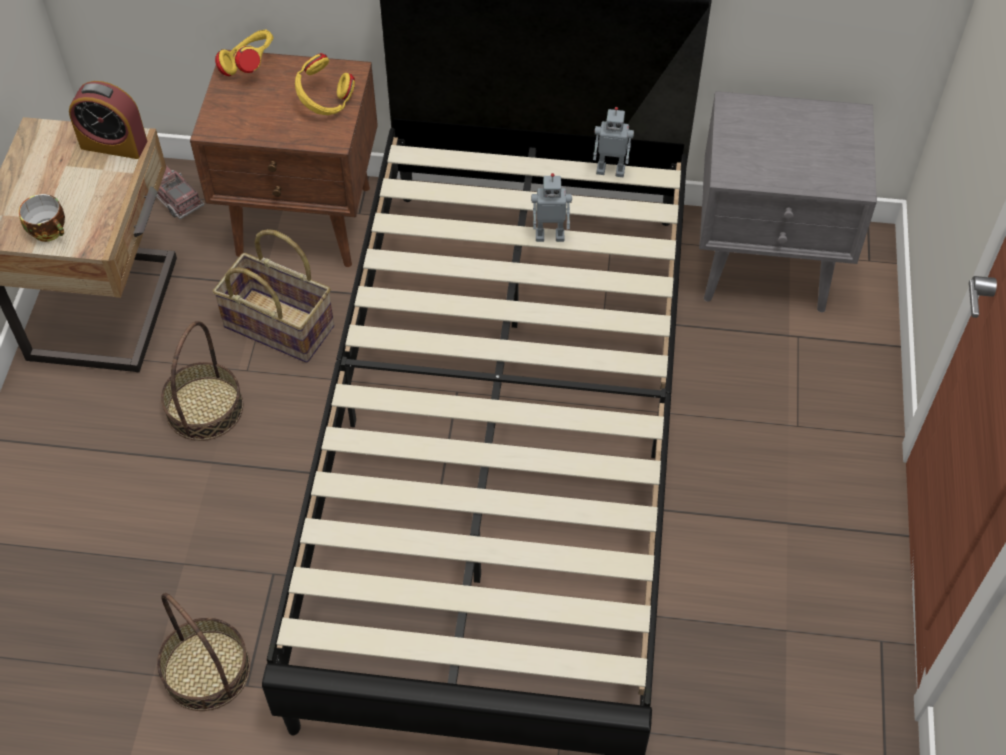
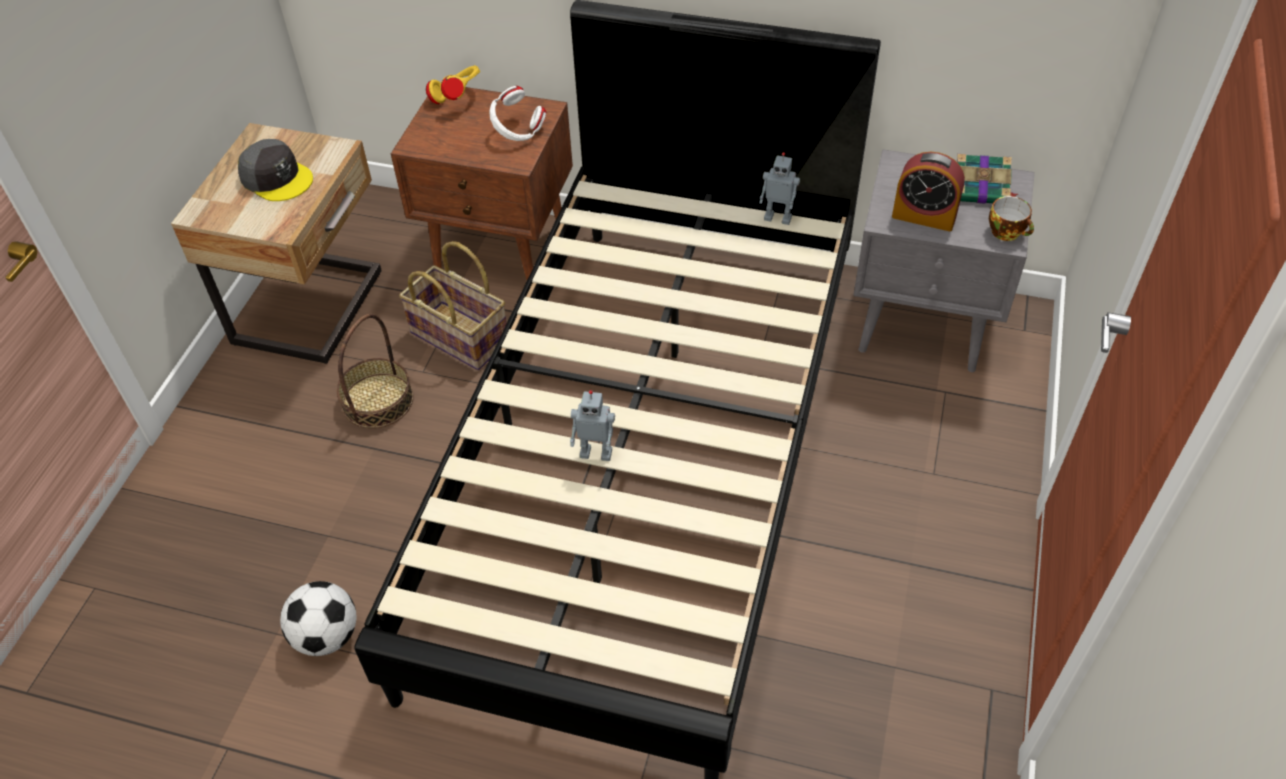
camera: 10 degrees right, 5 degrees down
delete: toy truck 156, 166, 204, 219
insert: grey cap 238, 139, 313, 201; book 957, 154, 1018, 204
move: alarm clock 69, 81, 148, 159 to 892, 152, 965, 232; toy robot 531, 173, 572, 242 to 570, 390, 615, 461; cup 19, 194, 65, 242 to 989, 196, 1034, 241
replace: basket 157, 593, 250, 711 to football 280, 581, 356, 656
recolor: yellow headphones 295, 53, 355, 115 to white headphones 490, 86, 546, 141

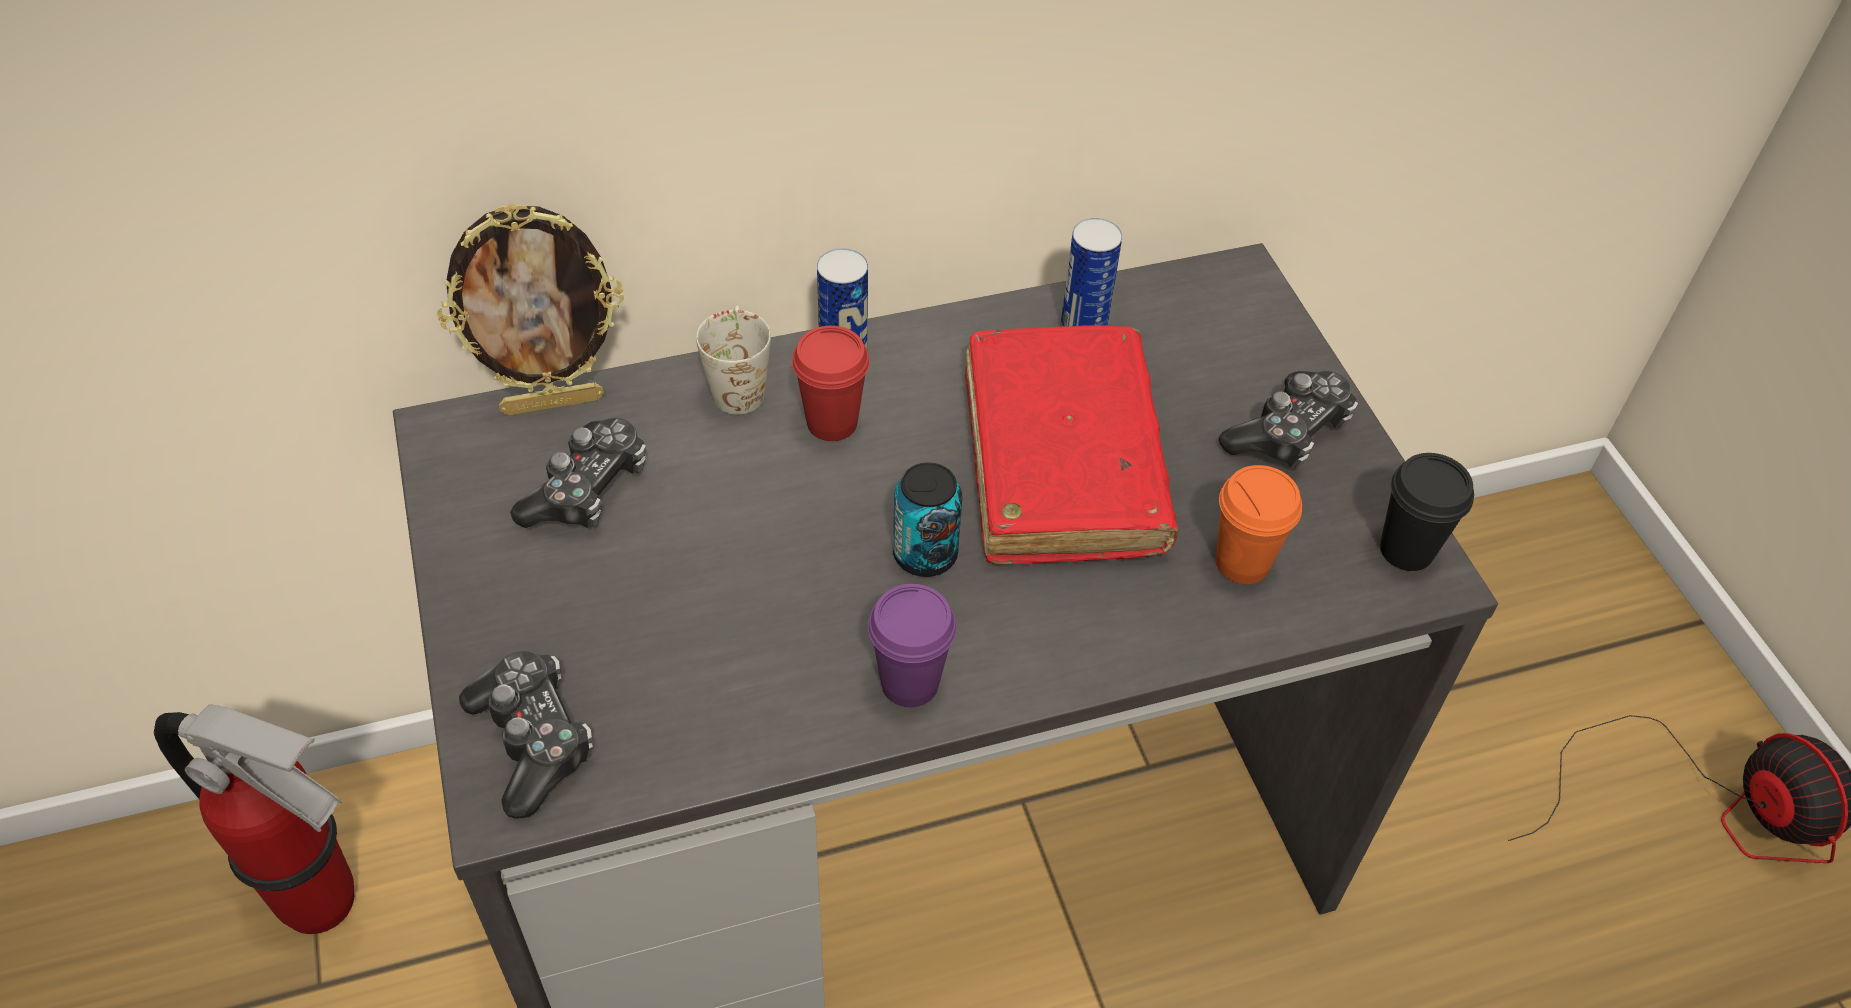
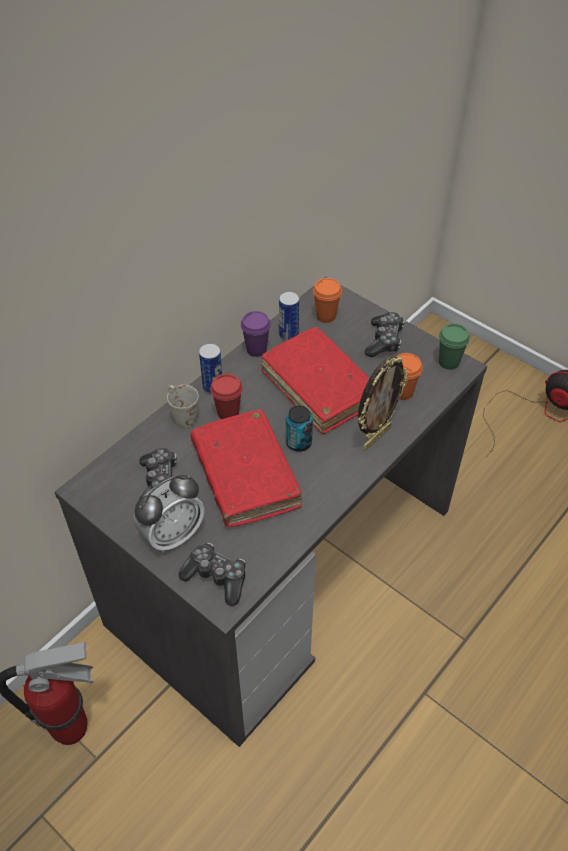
camera: 30 degrees left, 0 degrees up
insert: orange cup 313, 278, 342, 323; red book 190, 409, 302, 527; alarm clock 133, 475, 204, 553
move: picture frame 437, 203, 624, 416 to 358, 356, 408, 450; purple cup 868, 584, 957, 707 to 241, 311, 271, 357
recolor: black cup 1380, 453, 1474, 571 to green cup 439, 323, 470, 370

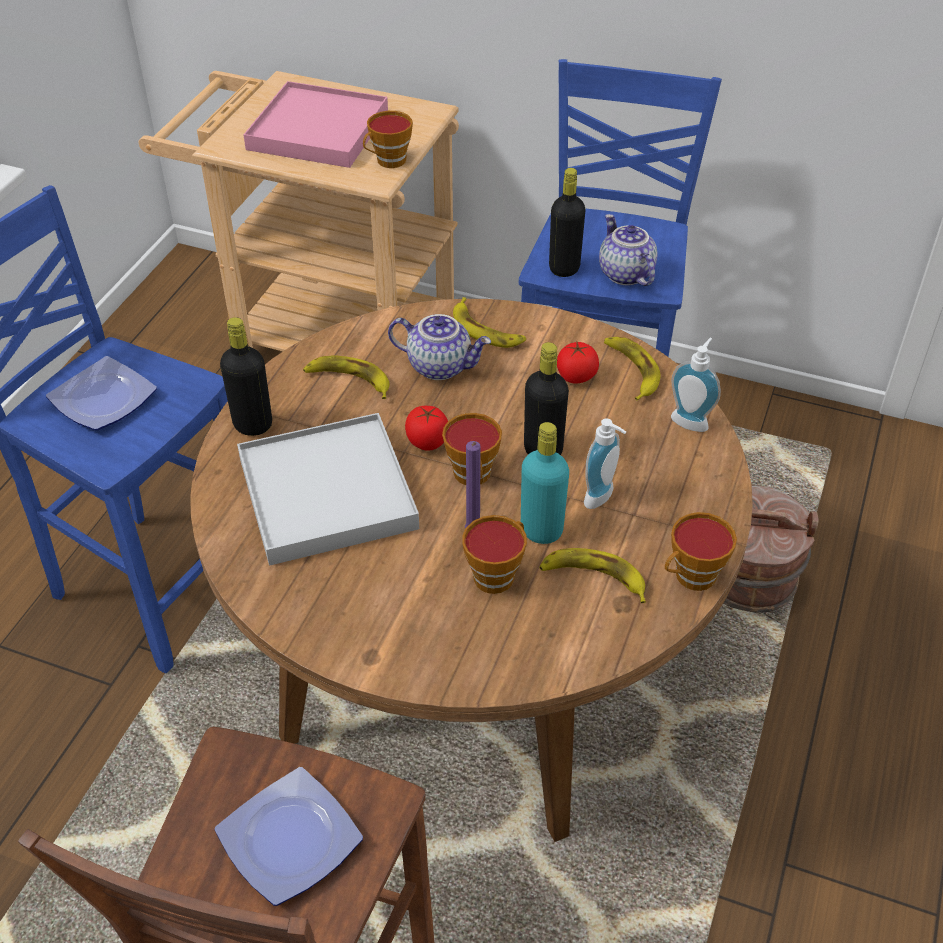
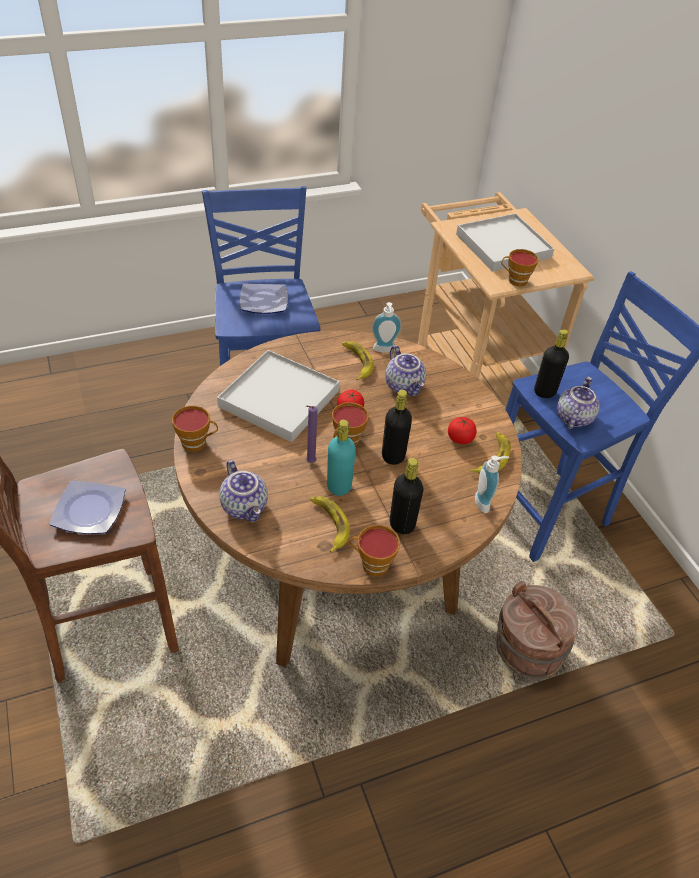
camera: 45 degrees right, 0 degrees up
delete: banana 453, 297, 526, 348
insert: teapot 219, 460, 268, 522
move: black bottle 220, 317, 272, 436 to 390, 458, 423, 534; soap dispenser 584, 418, 626, 509 to 372, 302, 402, 353; cup 462, 515, 527, 594 to 172, 406, 218, 452
recolor: pink tray 244, 81, 388, 168 to white tray 456, 213, 554, 272

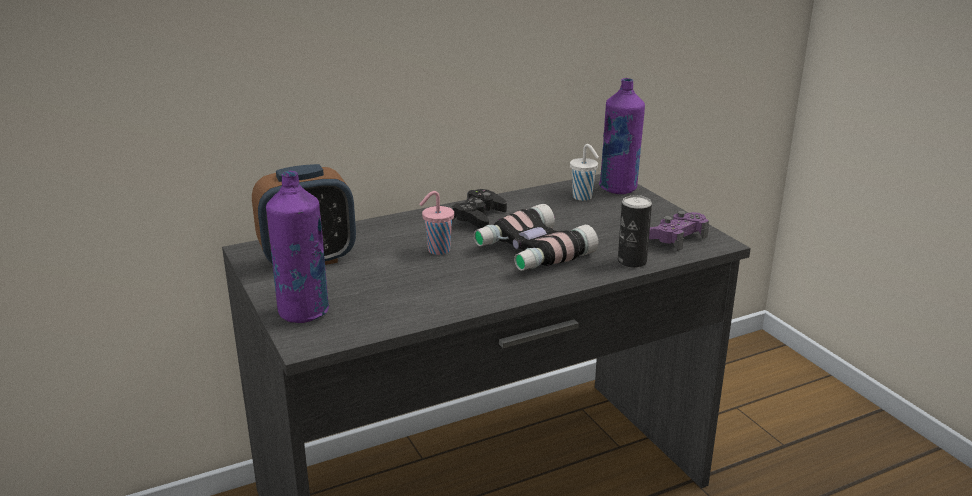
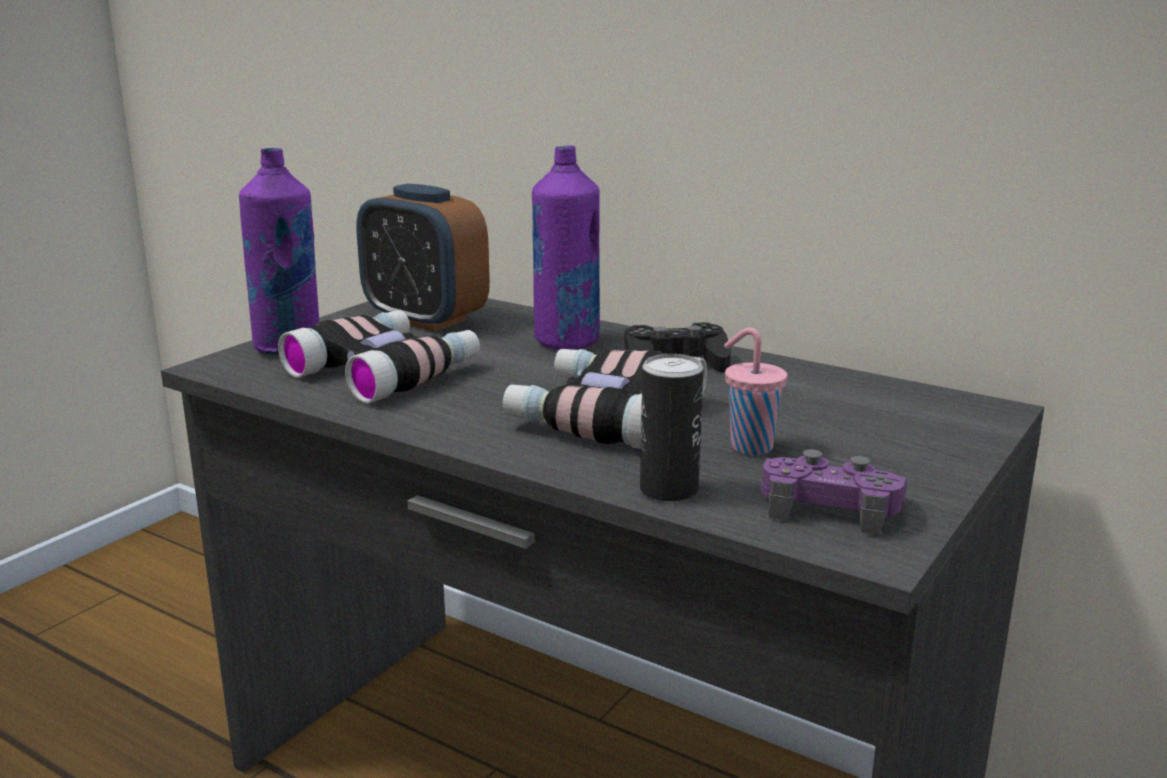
camera: 60 degrees right, 5 degrees down
delete: white cup 570, 144, 599, 201
insert: binoculars 278, 310, 480, 404
move: purple bottle 599, 78, 645, 194 to 532, 145, 600, 350; pink cup 419, 191, 454, 255 to 724, 328, 787, 455

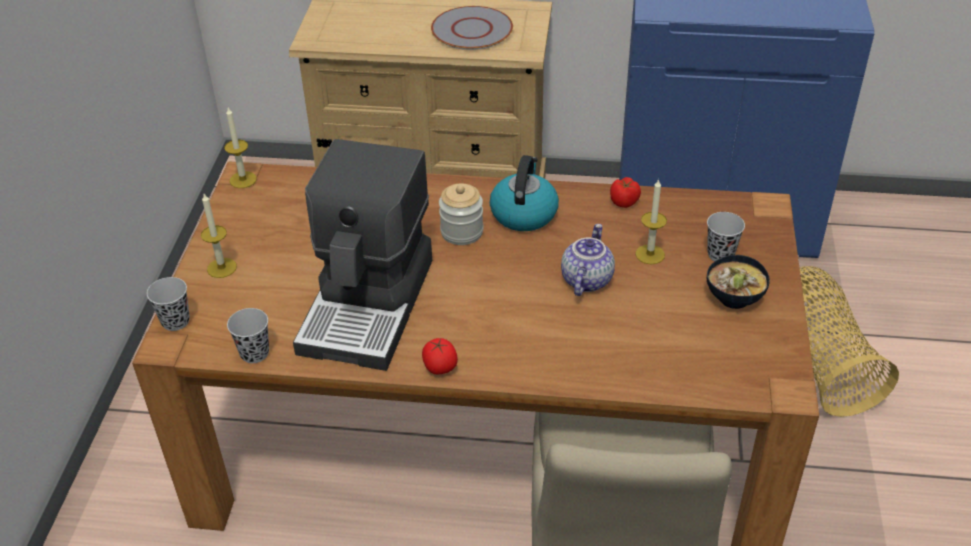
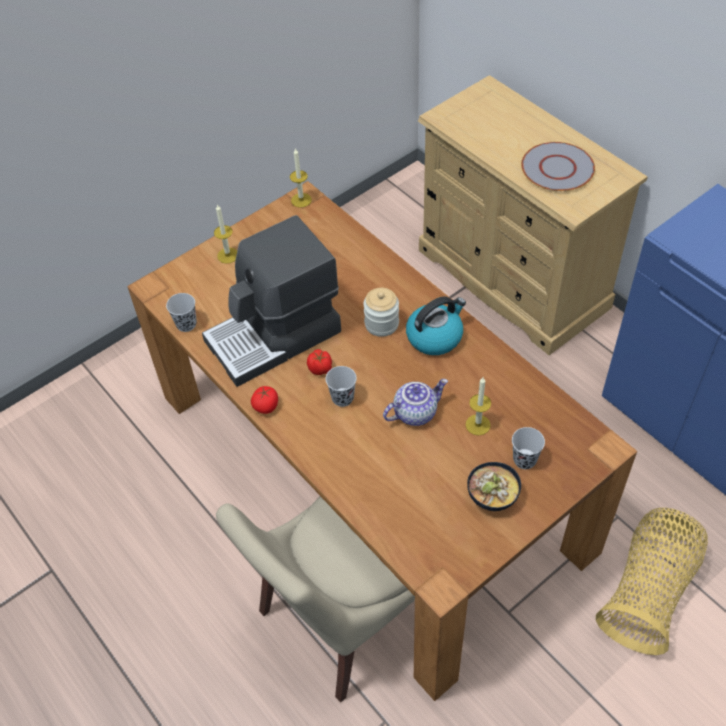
camera: 45 degrees right, 10 degrees up
move: tomato 610, 177, 641, 208 to 307, 349, 332, 375; black cup 147, 277, 190, 331 to 326, 366, 357, 407

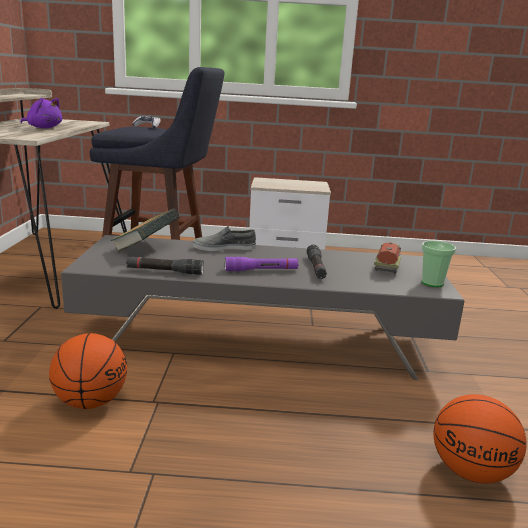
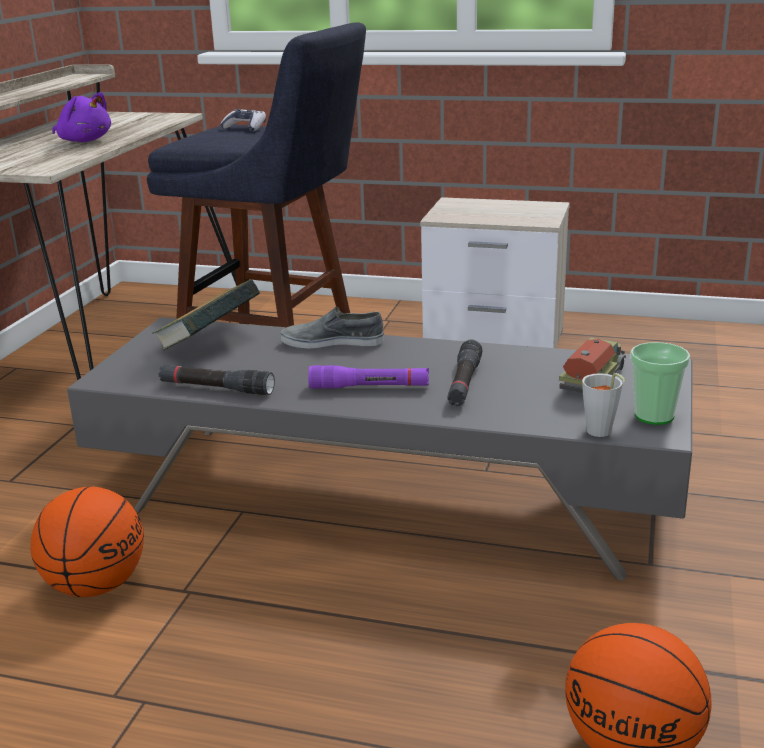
camera: 15 degrees right, 5 degrees up
insert: grey cup 582, 373, 626, 437

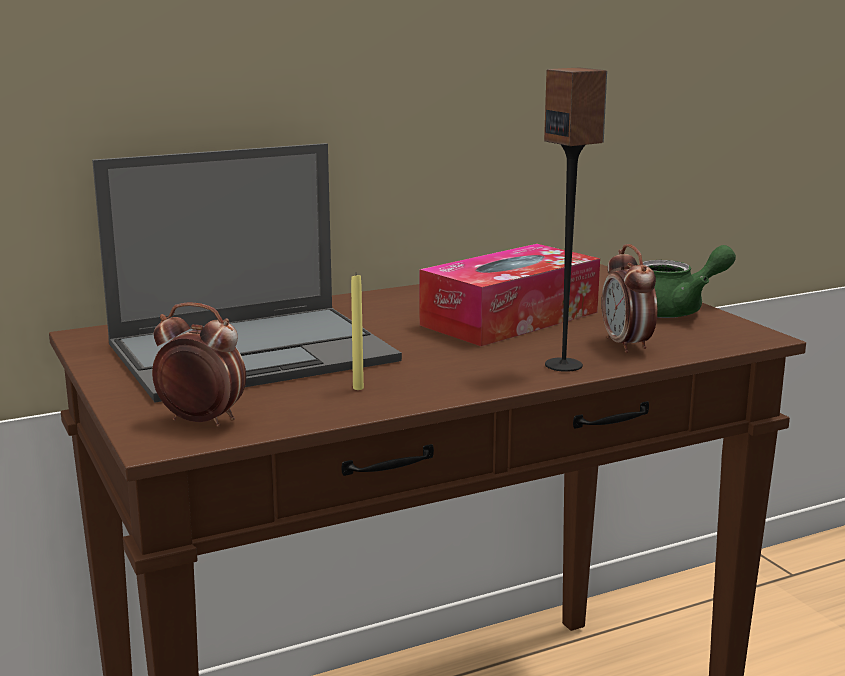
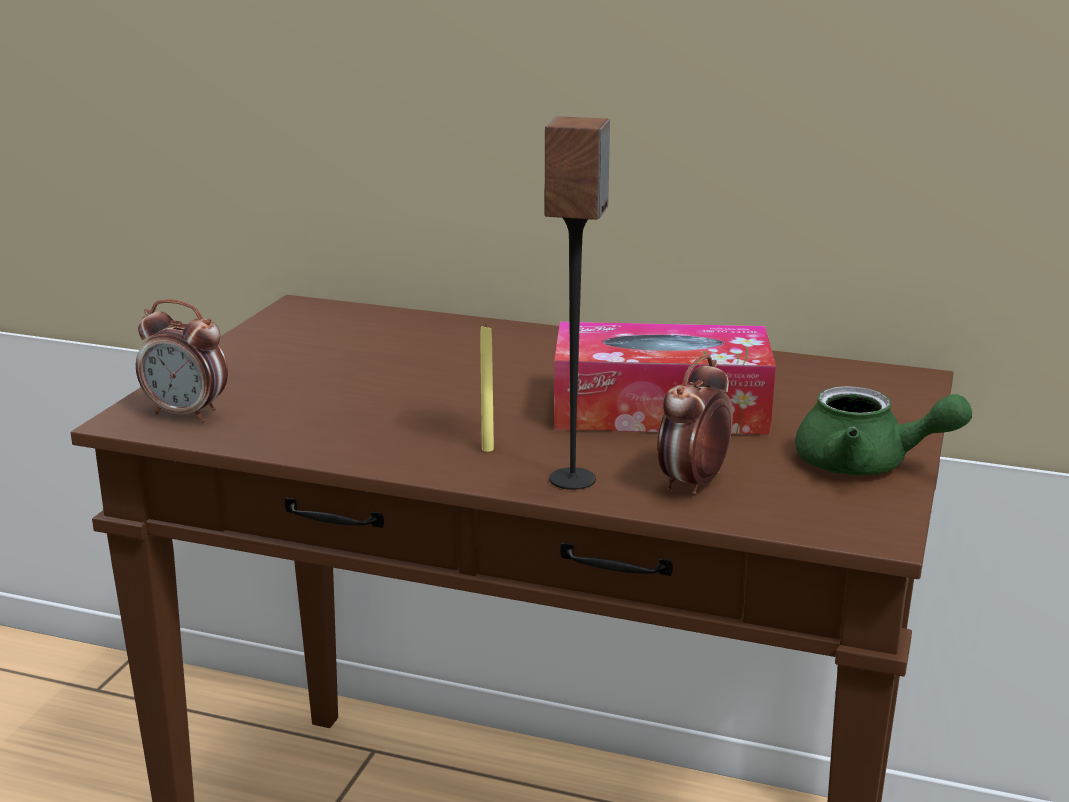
camera: 45 degrees right, 5 degrees up
delete: laptop 92, 143, 402, 402
move: yellow candle 351, 275, 364, 390 to 480, 325, 494, 452
rotate: alarm clock 152, 302, 246, 427 = 136, 299, 228, 422 135 degrees clockwise

